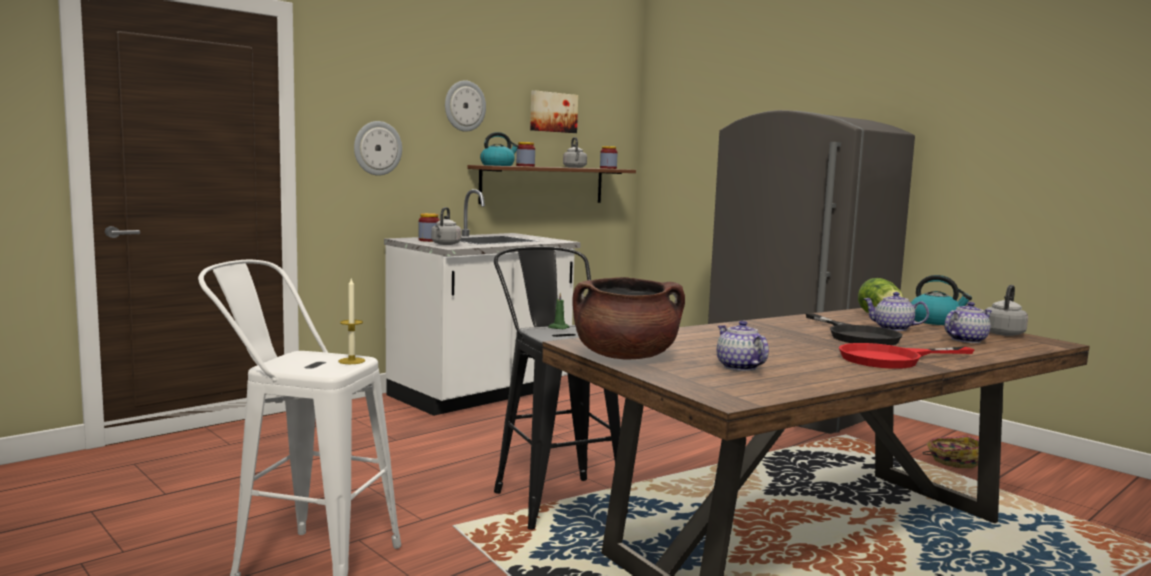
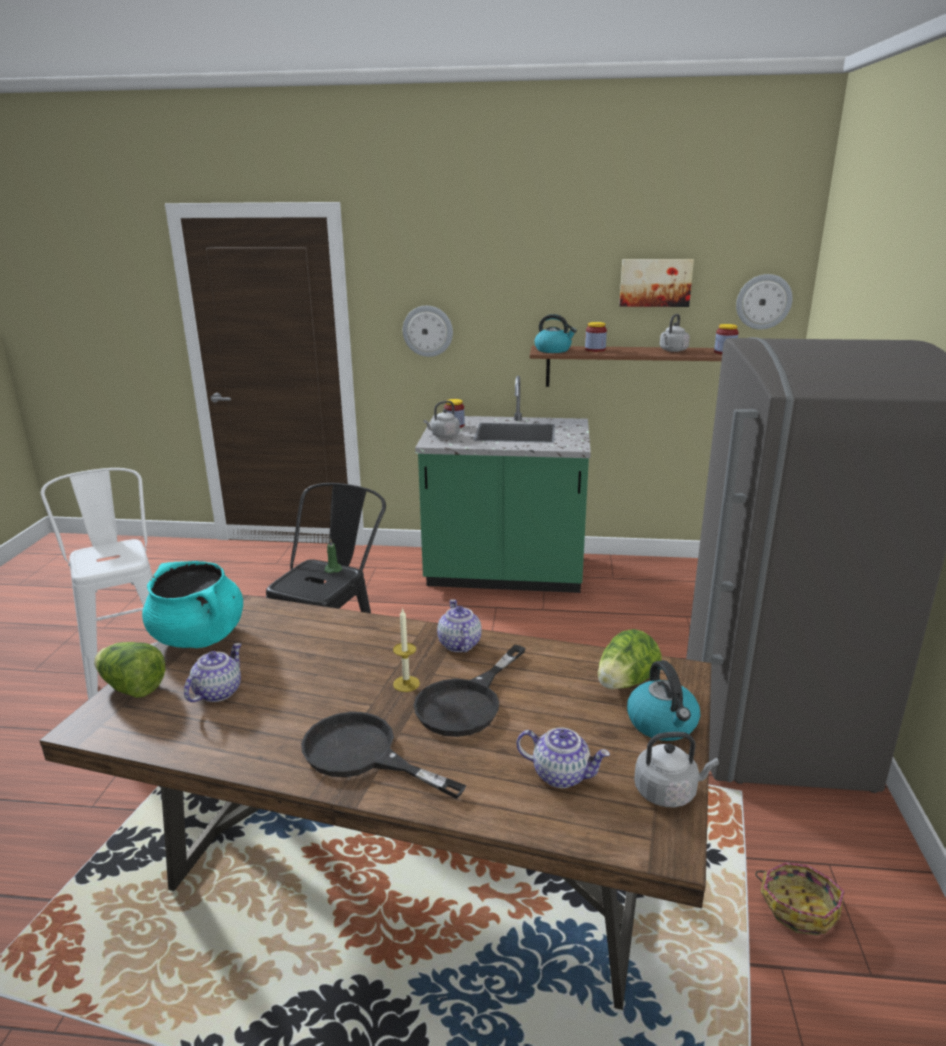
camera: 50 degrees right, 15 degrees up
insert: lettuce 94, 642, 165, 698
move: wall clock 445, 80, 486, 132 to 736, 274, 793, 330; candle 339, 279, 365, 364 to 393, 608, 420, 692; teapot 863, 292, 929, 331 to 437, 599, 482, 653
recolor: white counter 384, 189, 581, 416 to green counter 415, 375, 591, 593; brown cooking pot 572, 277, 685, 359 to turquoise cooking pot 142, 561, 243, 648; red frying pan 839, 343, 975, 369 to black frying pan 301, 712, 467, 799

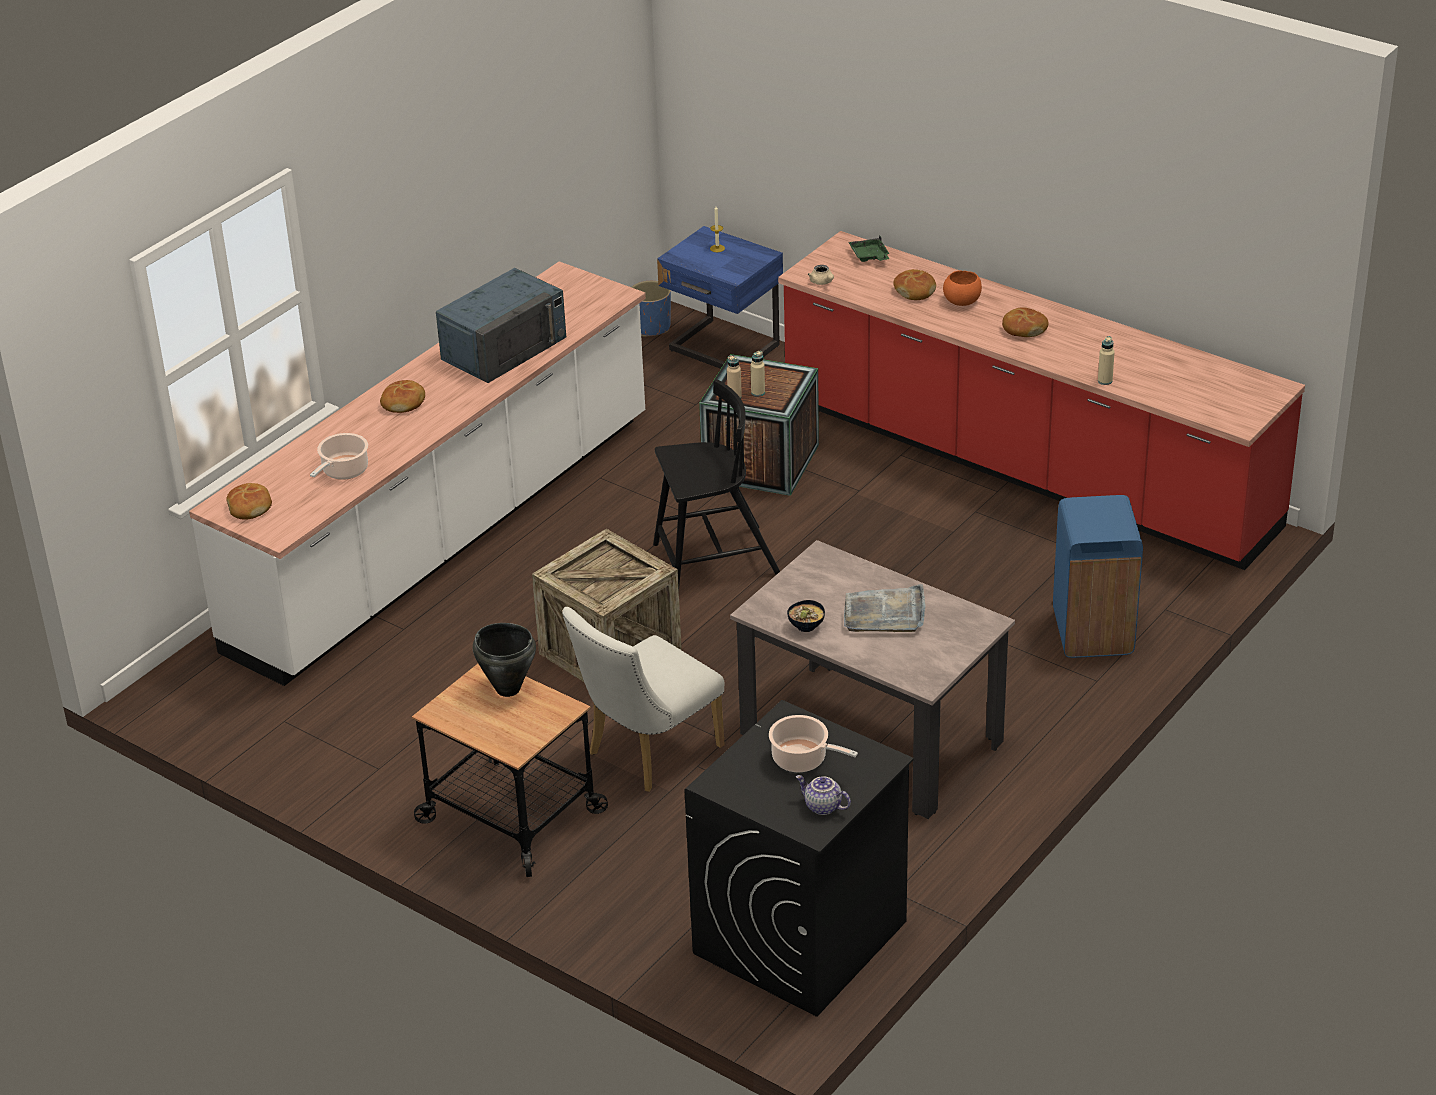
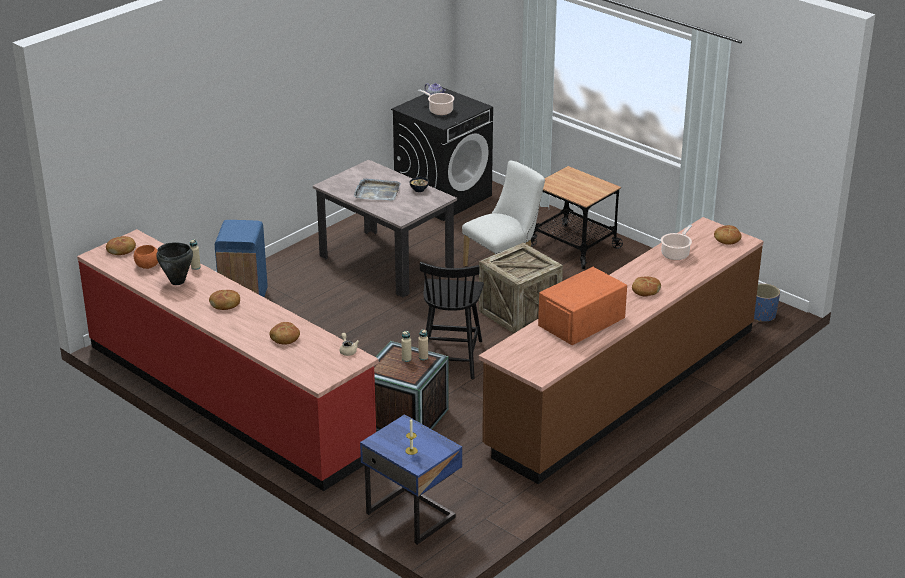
camera: 175 degrees left, 5 degrees down
delete: green tray 848, 236, 890, 262
insert: bread 106, 236, 136, 255
move: orange bowl 943, 270, 982, 306 to 134, 245, 158, 269; blue planter 632, 281, 671, 337 to 754, 284, 780, 322; black cooking pot 473, 623, 536, 697 to 156, 242, 193, 285
recolor: white counter 189, 261, 646, 686 to brown counter 479, 217, 764, 484; blue microwave 436, 268, 566, 383 to orange microwave 538, 267, 627, 345
rotate: black chair 653, 379, 780, 587 = 420, 262, 484, 379 75 degrees counterclockwise

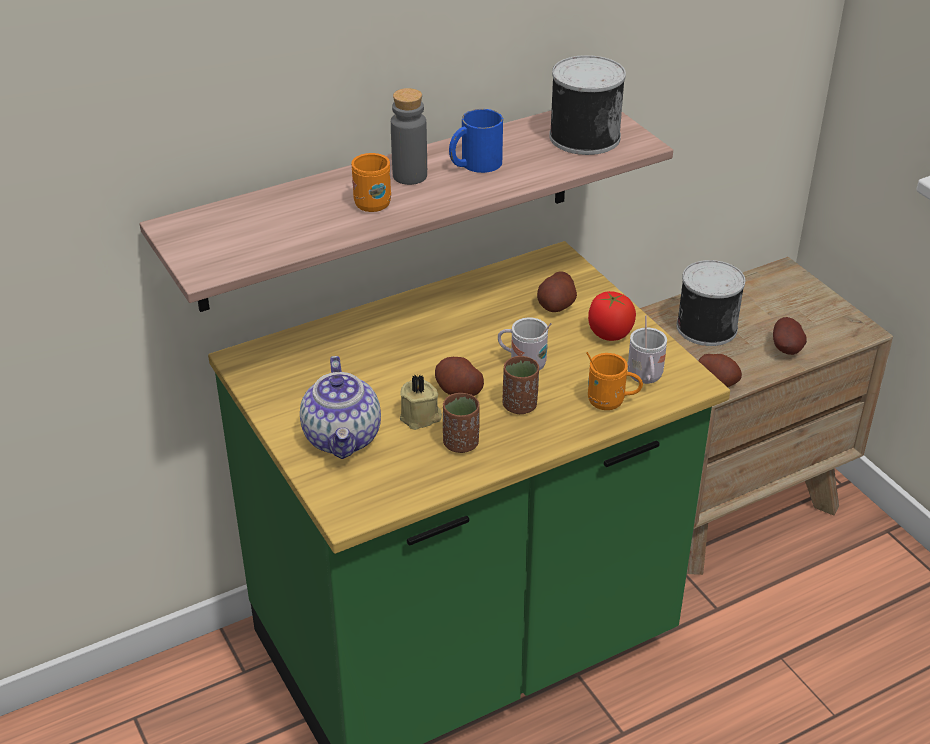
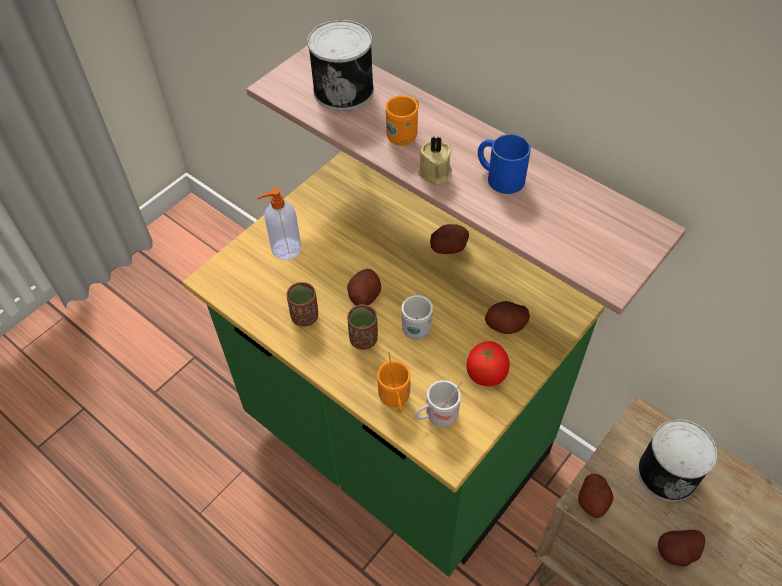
camera: 70 degrees right, 15 degrees up
delete: grey bottle 391, 88, 427, 185
insert: potato 430, 224, 469, 254
move: can 549, 55, 626, 155 to 307, 20, 374, 111; beige candle 400, 374, 442, 430 to 418, 136, 452, 186
replace: teapot 300, 356, 381, 459 to soap dispenser 257, 188, 302, 260

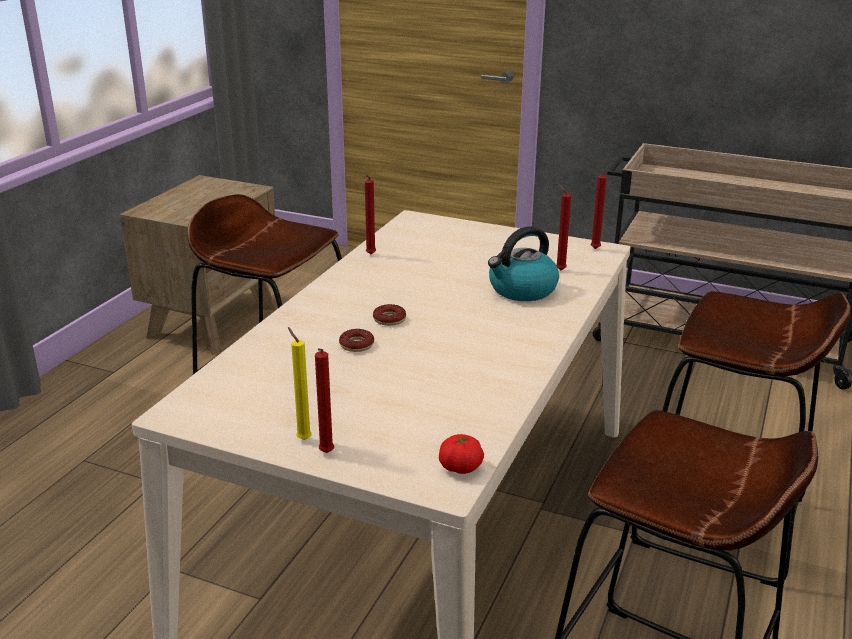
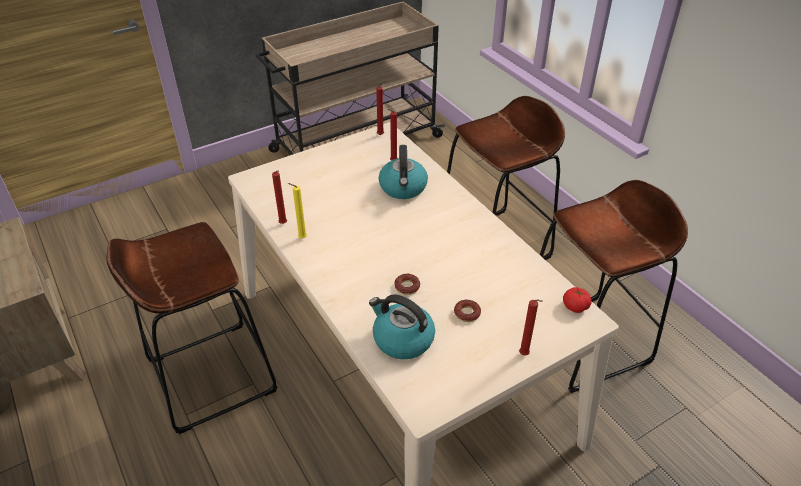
camera: 55 degrees left, 15 degrees up
insert: kettle 369, 294, 435, 359
move: donut 373, 304, 406, 326 to 454, 299, 481, 322; yellow candle 288, 327, 312, 440 to 288, 183, 307, 238

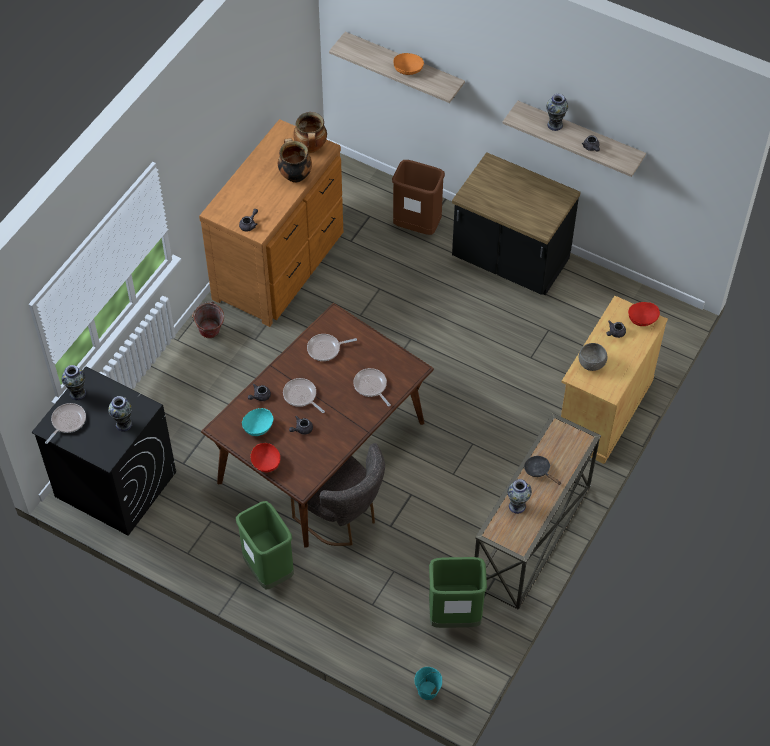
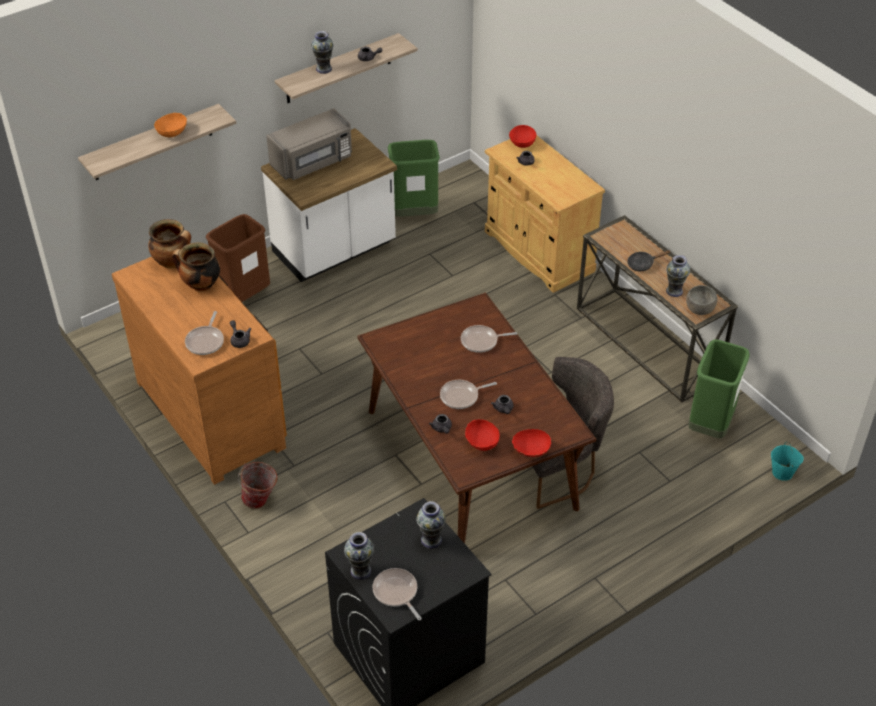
camera: 65 degrees left, 10 degrees down
insert: grey microwave 266, 108, 352, 180
move: frying pan 307, 334, 357, 361 to 185, 311, 224, 355; grey bowl 578, 343, 607, 371 to 686, 285, 717, 315; green trash can 236, 501, 294, 589 to 388, 140, 440, 217
recolor: black counter 452, 152, 581, 295 to white counter 261, 128, 397, 282; turquoise bowl 242, 408, 273, 436 to red bowl 465, 419, 500, 451

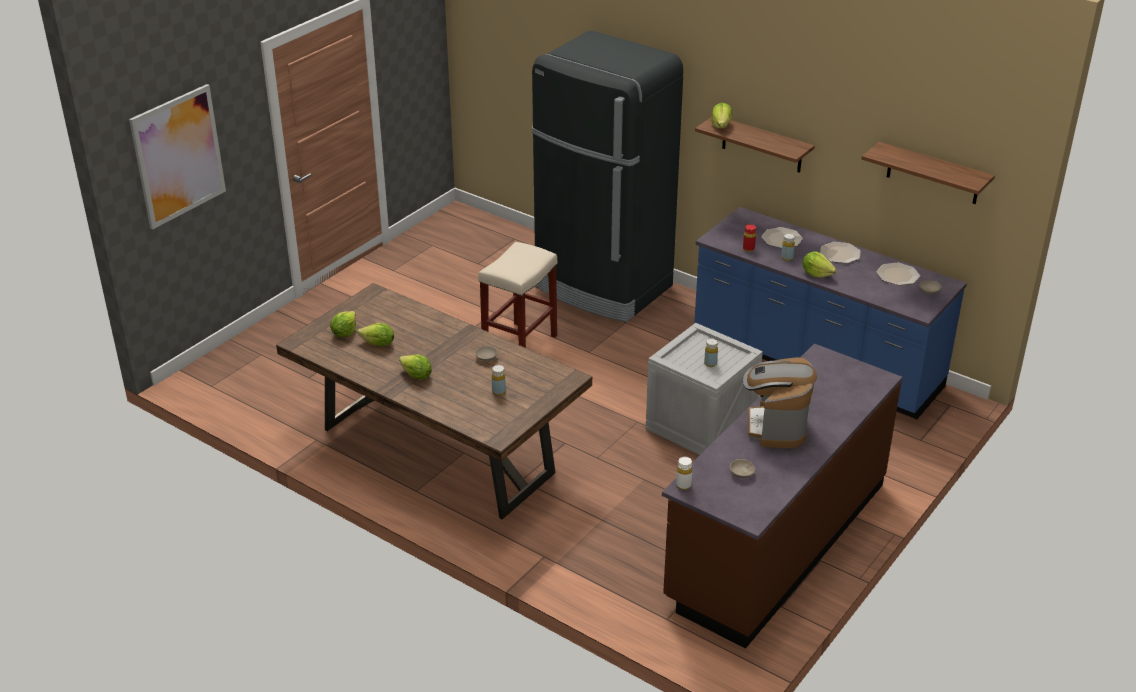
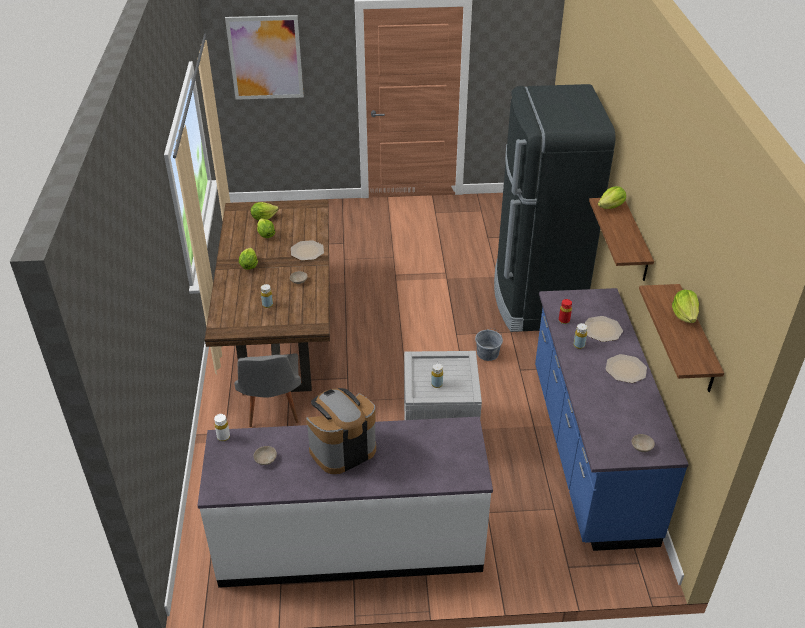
camera: 50 degrees right, 5 degrees up
delete: beige stool 478, 242, 557, 348
insert: grey bucket 475, 328, 503, 361; grey chair 234, 353, 301, 427
move: lettuce 802, 251, 837, 277 to 672, 290, 699, 323; plate 877, 263, 920, 285 to 291, 240, 324, 261
recolor: brown counter 662, 344, 903, 649 to white counter 197, 417, 493, 588

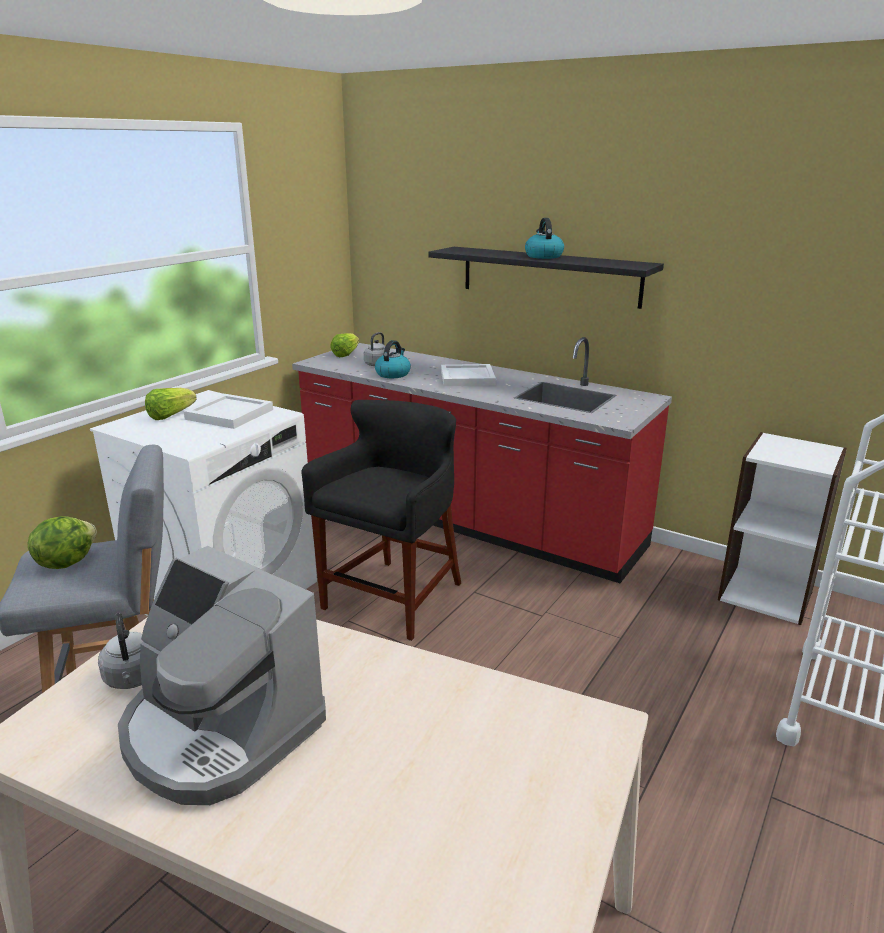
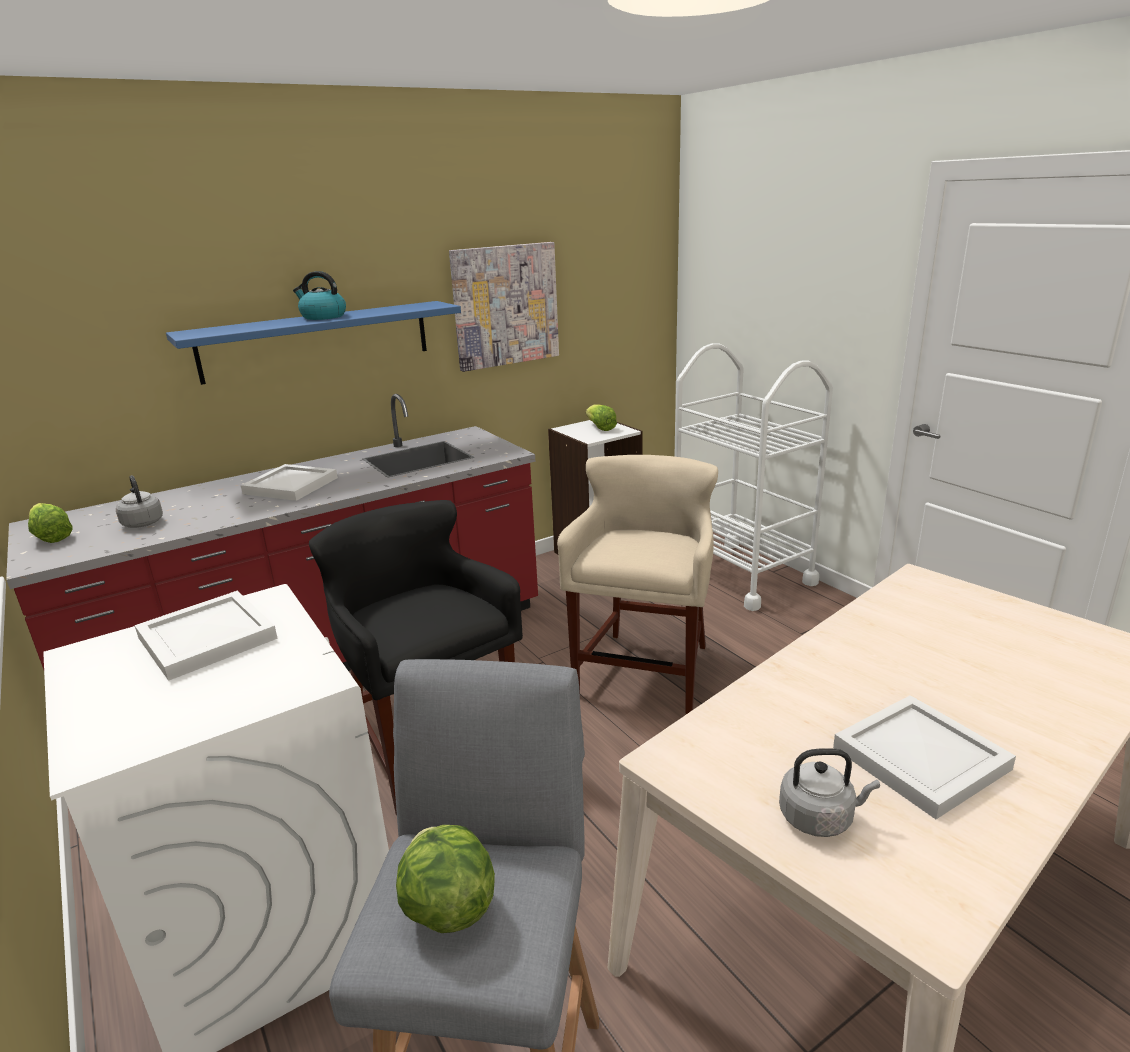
camera: 65 degrees left, 0 degrees up
delete: kettle 375, 340, 411, 378
insert: picture 449, 242, 559, 372; beige stool 557, 455, 718, 714
move: lettuce 145, 388, 197, 420 to 586, 405, 617, 431
replace: coffee machine 118, 546, 326, 805 to white tray 833, 695, 1016, 819
recolor: black shelf 429, 247, 664, 309 to blue shelf 166, 301, 461, 385

